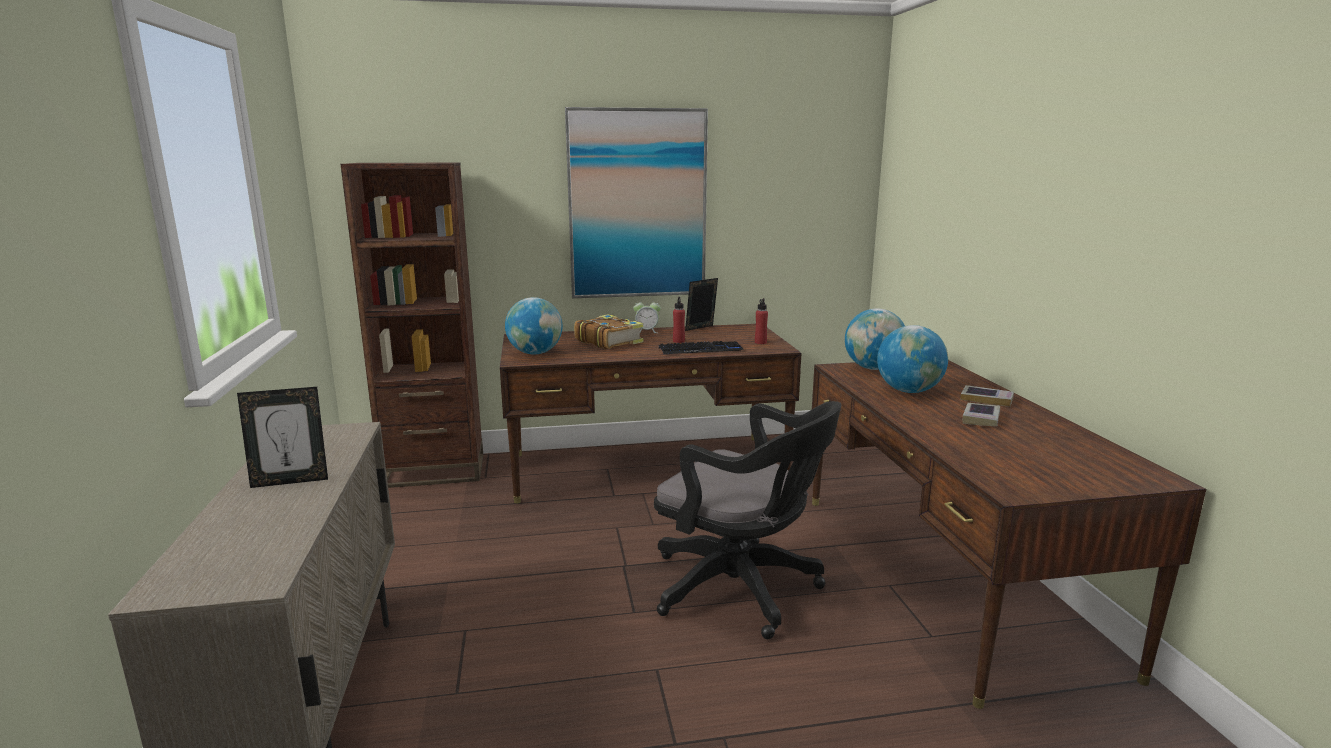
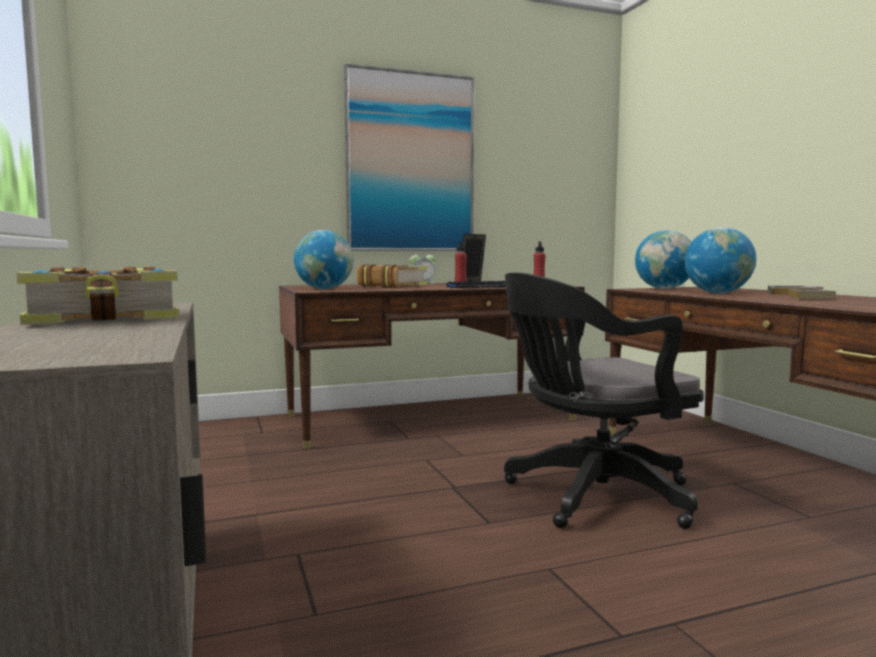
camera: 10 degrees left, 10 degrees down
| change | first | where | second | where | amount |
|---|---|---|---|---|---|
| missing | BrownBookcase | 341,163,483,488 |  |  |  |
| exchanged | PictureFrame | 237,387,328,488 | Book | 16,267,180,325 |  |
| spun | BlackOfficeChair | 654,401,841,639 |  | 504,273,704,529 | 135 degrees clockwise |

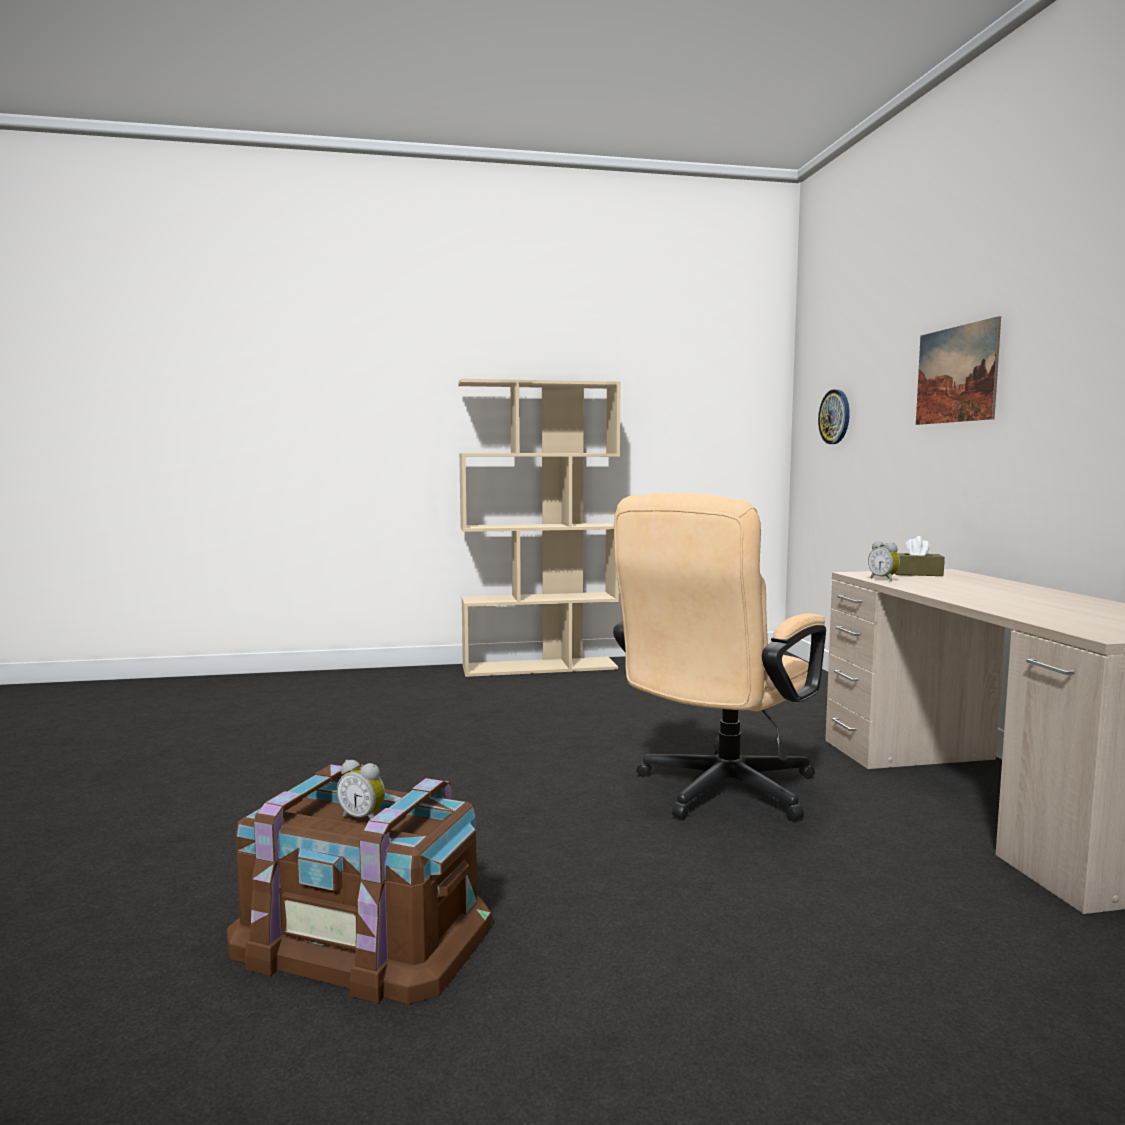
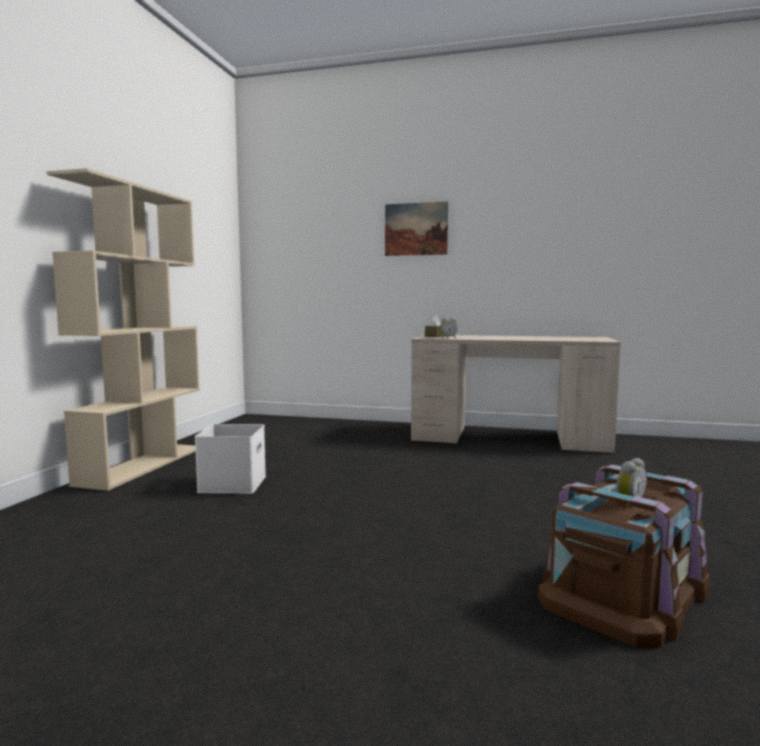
camera: 65 degrees left, 0 degrees up
| change | first | where | second | where | amount |
|---|---|---|---|---|---|
| missing | BeigeOfficeChair | 613,493,826,821 |  |  |  |
| missing | WallClock | 818,389,850,444 |  |  |  |
| appeared |  |  | WhiteStorageBox | 195,424,266,494 |  |

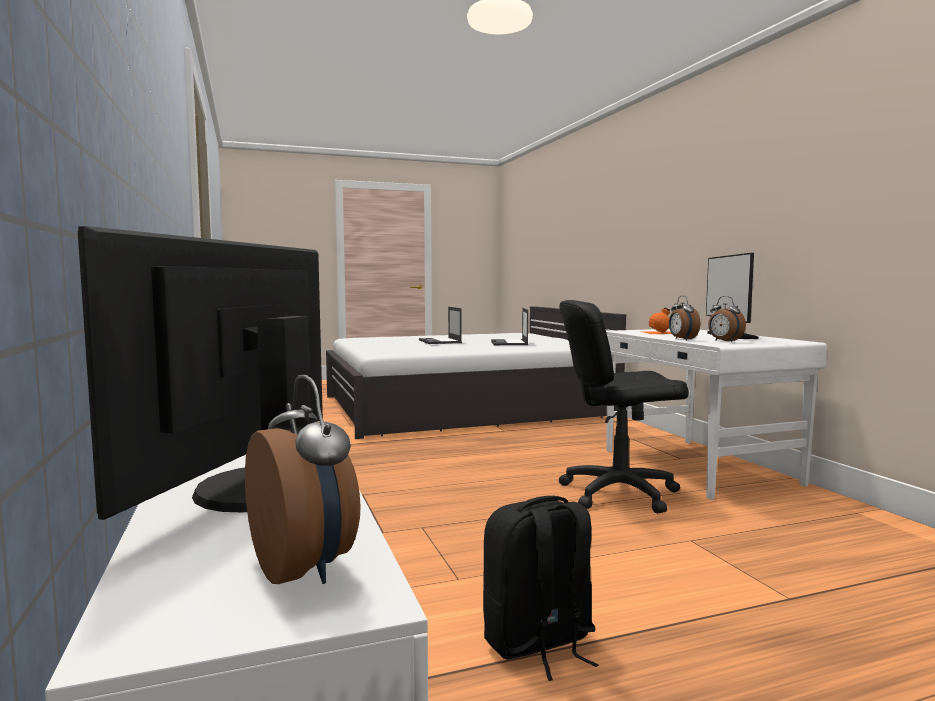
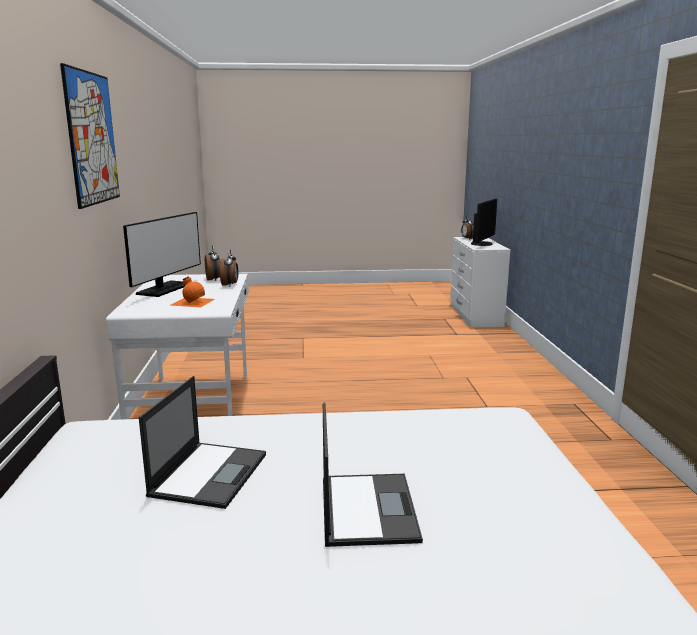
camera: 165 degrees left, 10 degrees up
| change | first | where | second | where | amount |
|---|---|---|---|---|---|
| missing | BlackBackpack | 483,496,599,681 |  |  |  |
| missing | BlackOfficeChair | 559,300,689,513 |  |  |  |
| appeared |  |  | Picture | 60,63,120,209 |  |

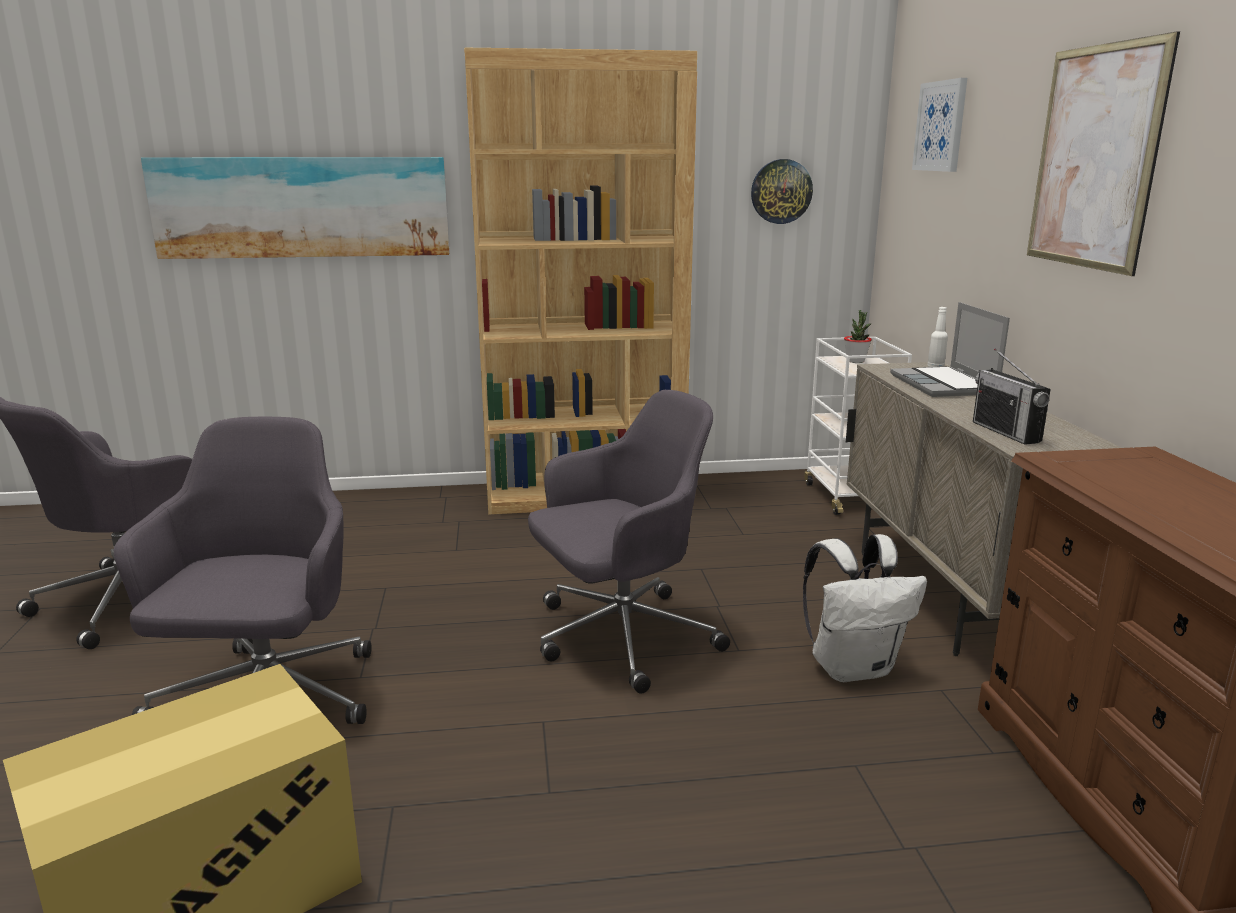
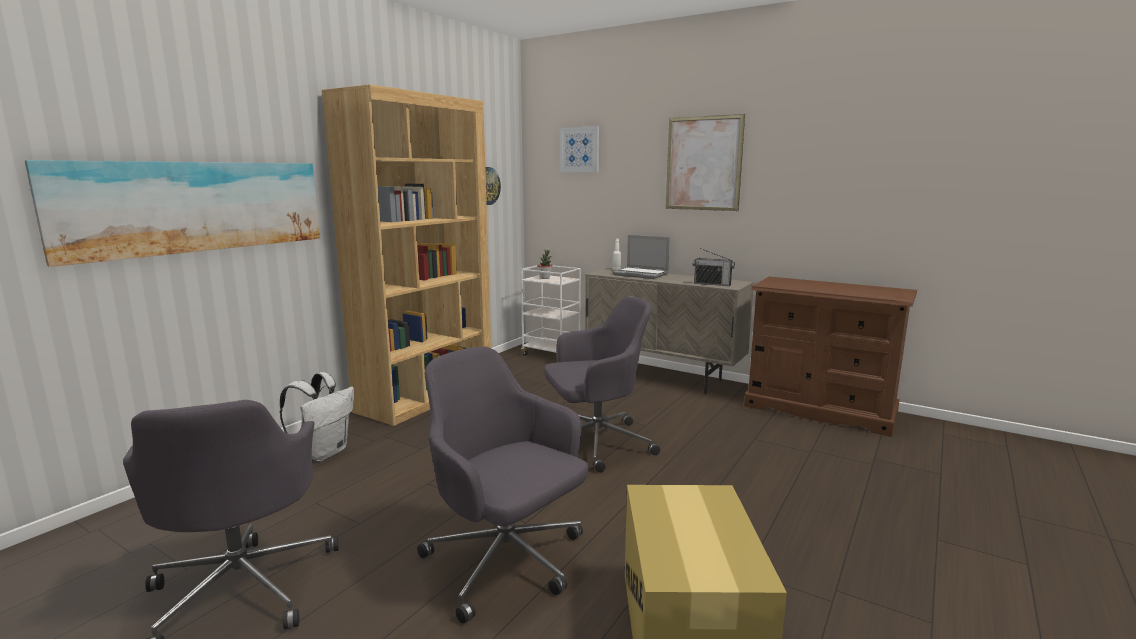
camera: 50 degrees left, 5 degrees down
| change | first | where | second | where | amount |
|---|---|---|---|---|---|
| relocated | WhiteBackpack | 803,534,927,682 |  | 279,372,354,461 |  |
| spun | GreyOfficeChair | 528,390,730,694 |  | 544,296,660,472 | 60 degrees clockwise |

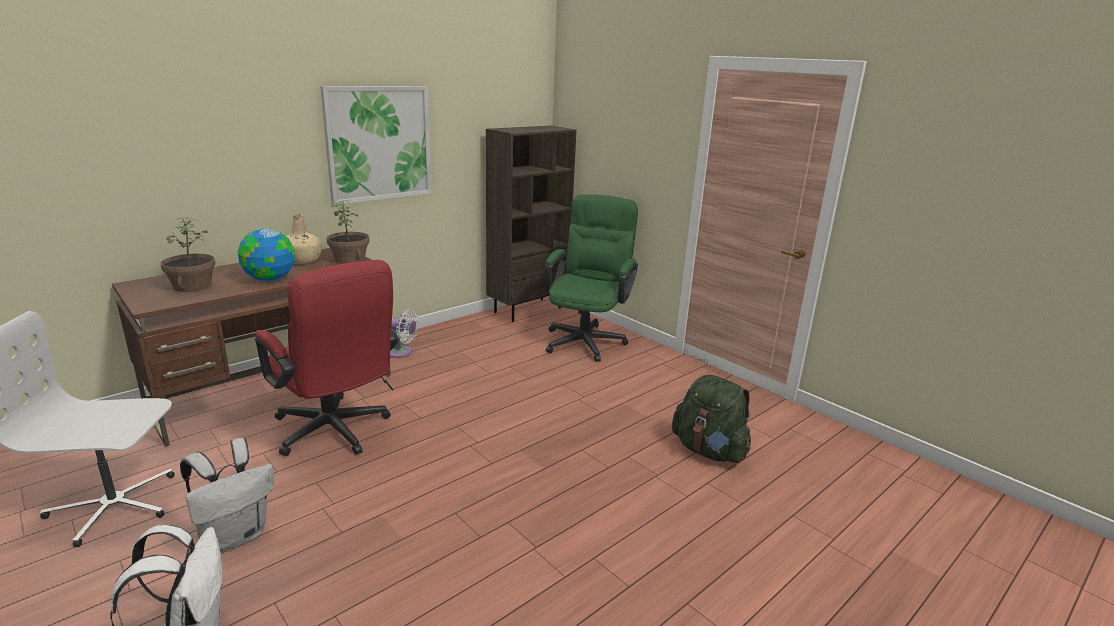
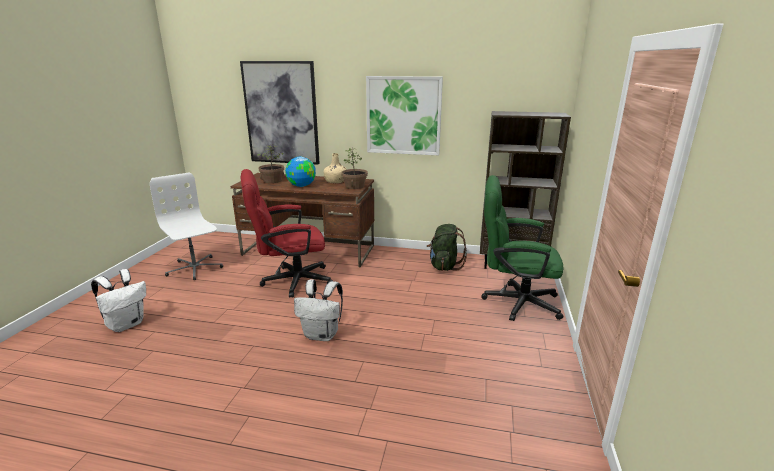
camera: 55 degrees right, 0 degrees up
| change | first | where | second | where | amount |
|---|---|---|---|---|---|
| missing | WhiteFan | 390,309,419,358 |  |  |  |
| appeared |  |  | Picture | 240,61,320,165 |  |
| relocated | WhiteBackpack | 180,438,274,553 |  | 294,279,343,341 |  |
| relocated | GreenBackpack | 672,375,751,463 |  | 427,224,467,271 |  |
| spun | RedOfficeChair | 255,260,398,456 |  | 241,169,333,297 | 60 degrees clockwise |
| spun | GreenOfficeChair | 545,194,638,362 |  | 481,175,563,321 | 150 degrees counterclockwise |

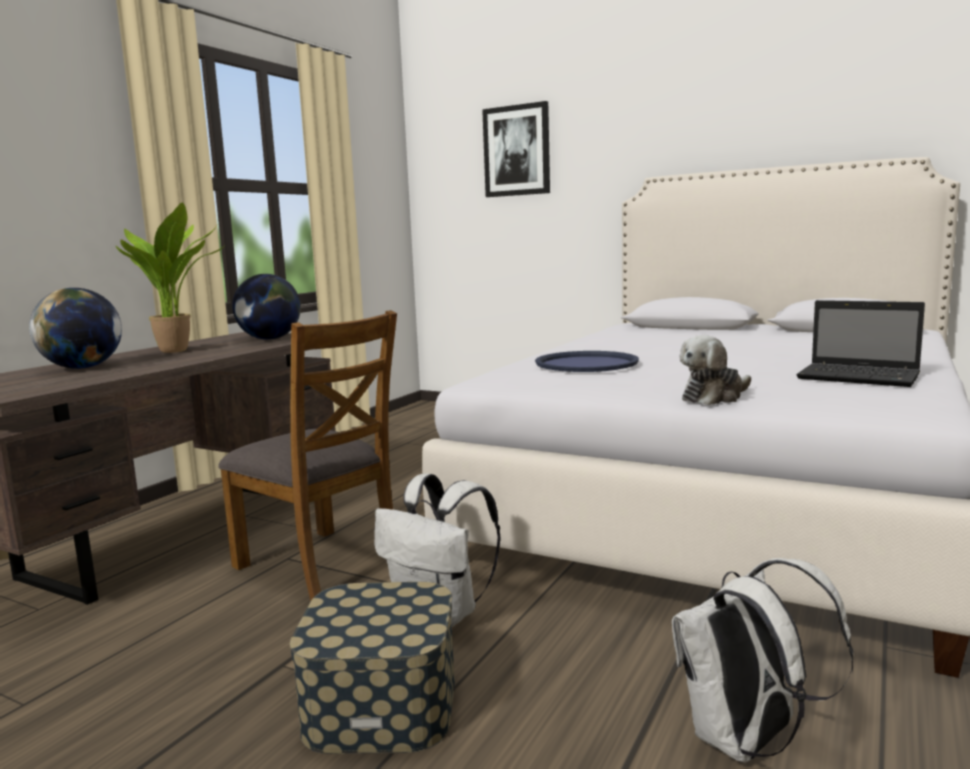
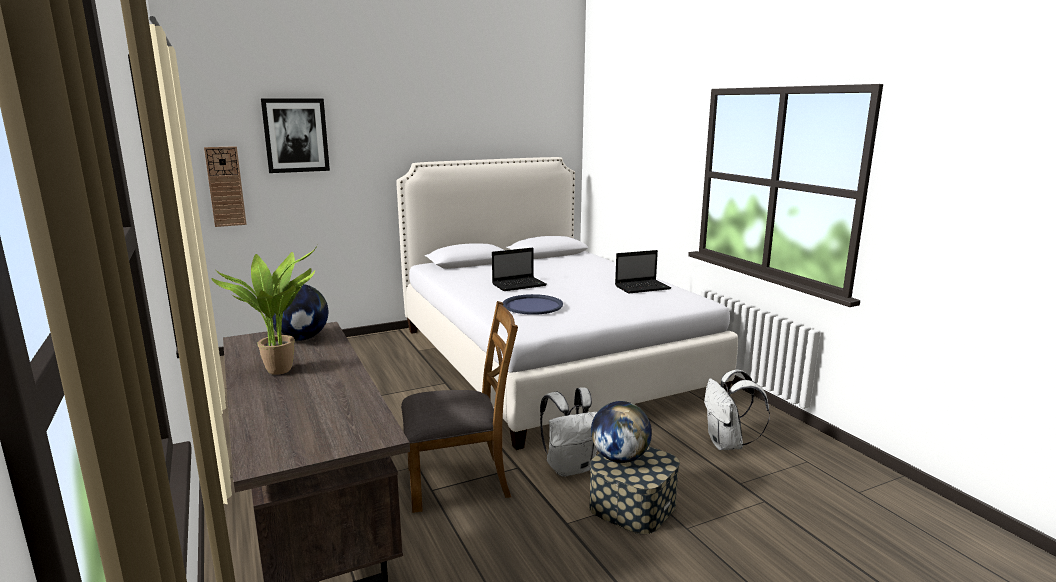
camera: 55 degrees left, 5 degrees up
| change | first | where | second | where | amount |
|---|---|---|---|---|---|
| missing | PlushToy | 679,335,751,405 |  |  |  |
| appeared |  |  | WallClock | 204,146,247,227 |  |
| appeared |  |  | Laptop | 492,247,547,291 |  |
| relocated | Globe | 29,288,122,369 |  | 591,401,652,463 |  |

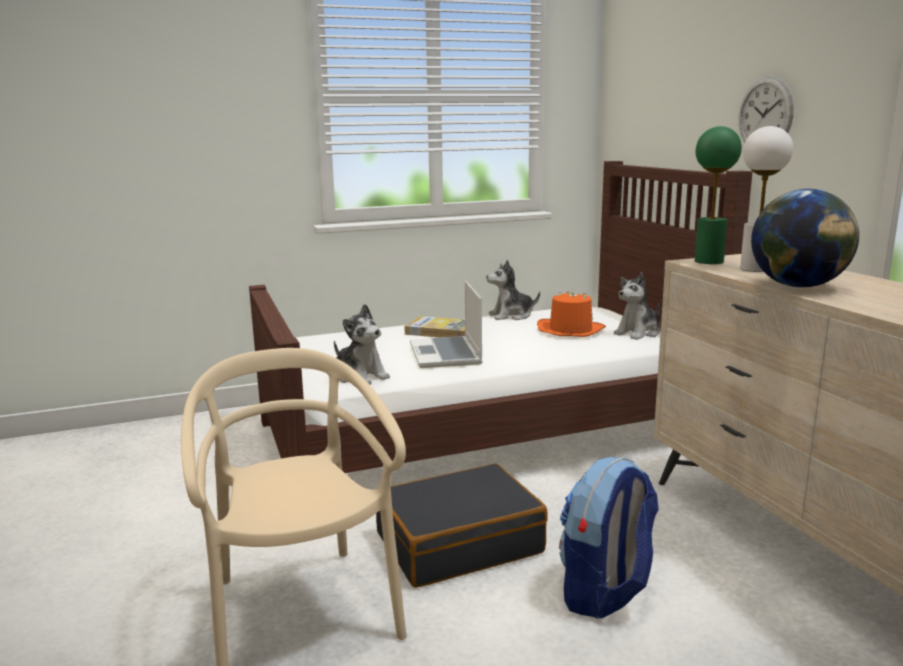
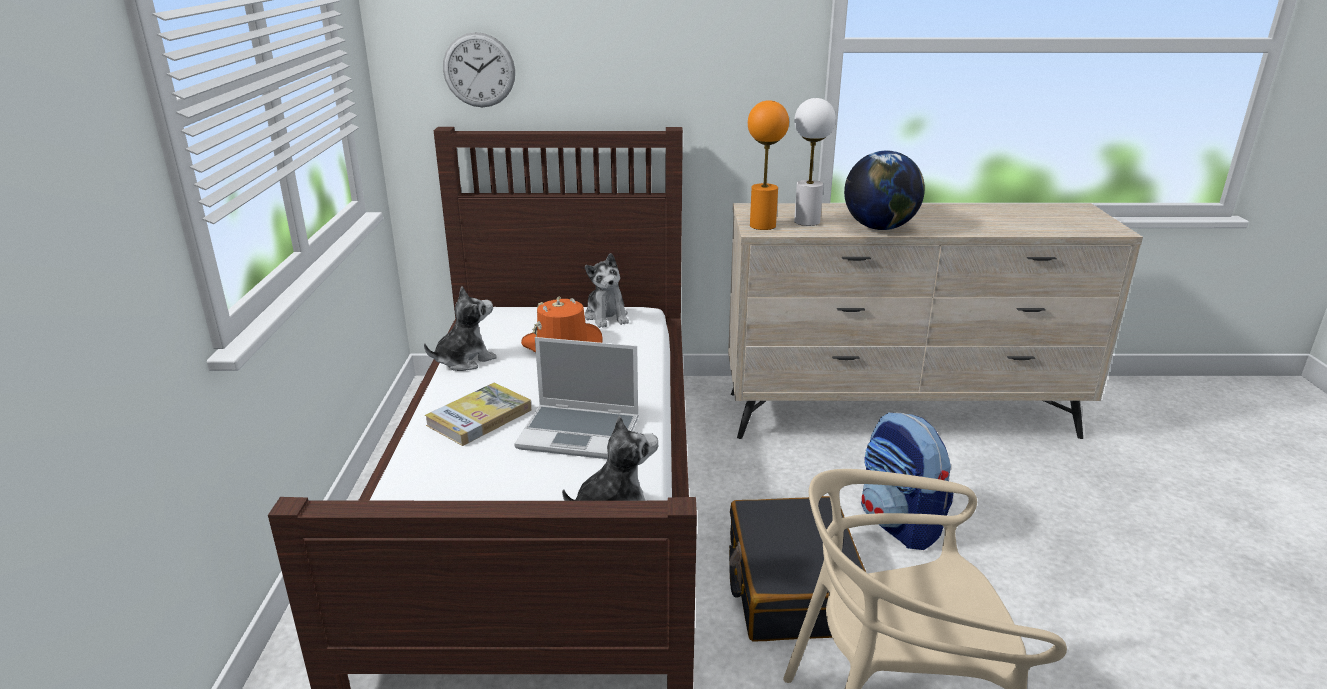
camera: 70 degrees left, 10 degrees up
| change | first | where | second | where | amount |
|---|---|---|---|---|---|
| relocated | WallClock | 739,77,794,143 |  | 443,32,515,107 |  |
| colour | GreenTableLamp | 695,126,742,264 | OrangeTableLamp | 748,100,789,230 |  |
| spun | PlushToy | 486,260,540,320 |  | 424,286,497,371 | 135 degrees counterclockwise |

